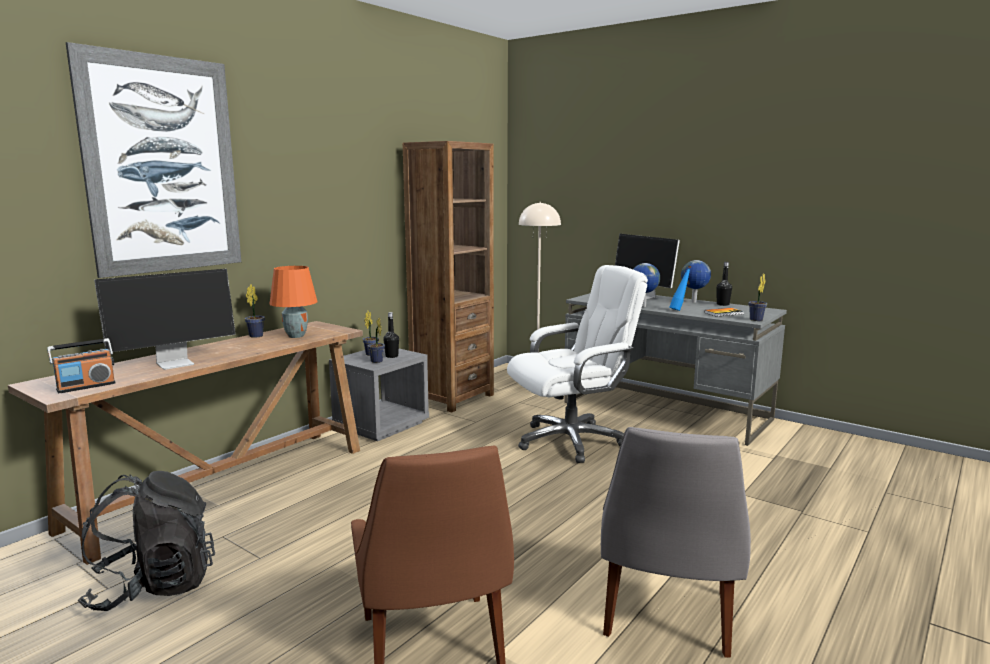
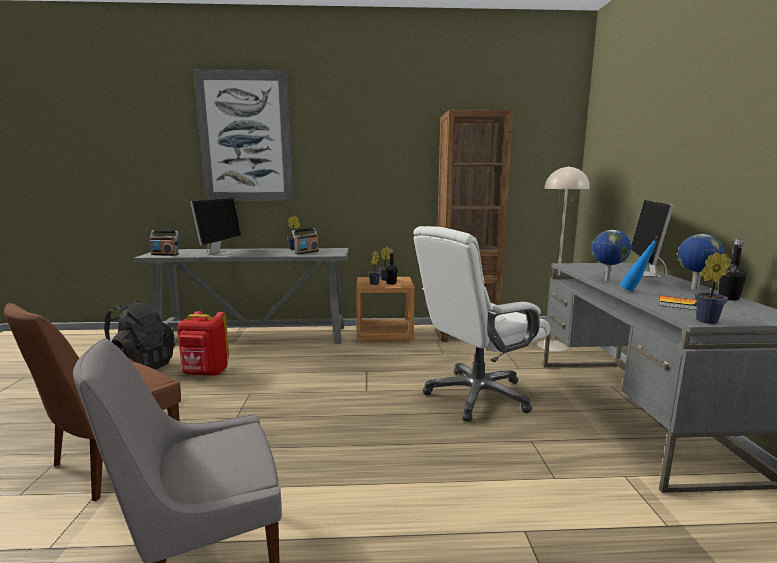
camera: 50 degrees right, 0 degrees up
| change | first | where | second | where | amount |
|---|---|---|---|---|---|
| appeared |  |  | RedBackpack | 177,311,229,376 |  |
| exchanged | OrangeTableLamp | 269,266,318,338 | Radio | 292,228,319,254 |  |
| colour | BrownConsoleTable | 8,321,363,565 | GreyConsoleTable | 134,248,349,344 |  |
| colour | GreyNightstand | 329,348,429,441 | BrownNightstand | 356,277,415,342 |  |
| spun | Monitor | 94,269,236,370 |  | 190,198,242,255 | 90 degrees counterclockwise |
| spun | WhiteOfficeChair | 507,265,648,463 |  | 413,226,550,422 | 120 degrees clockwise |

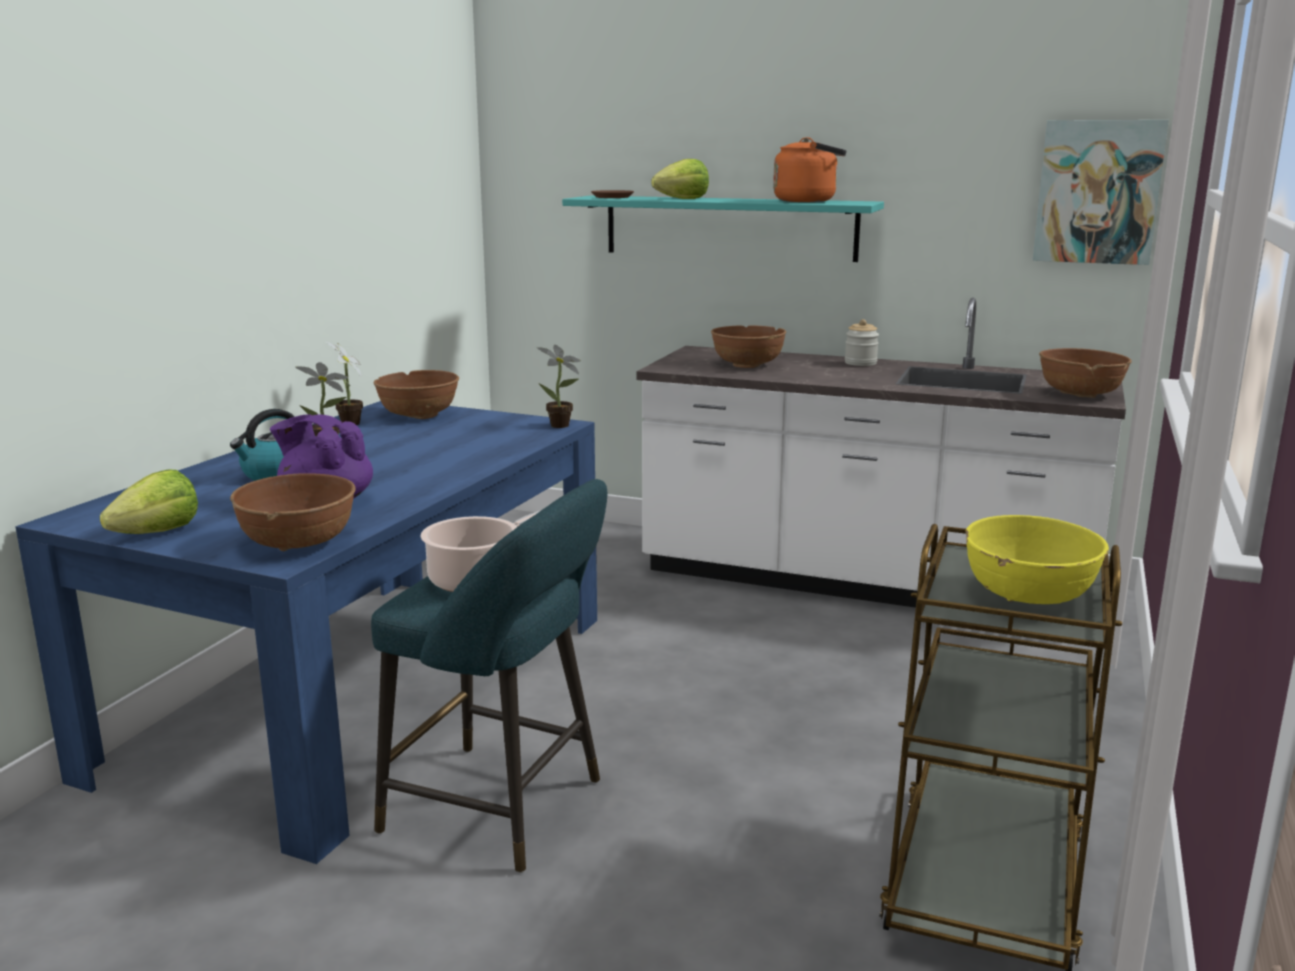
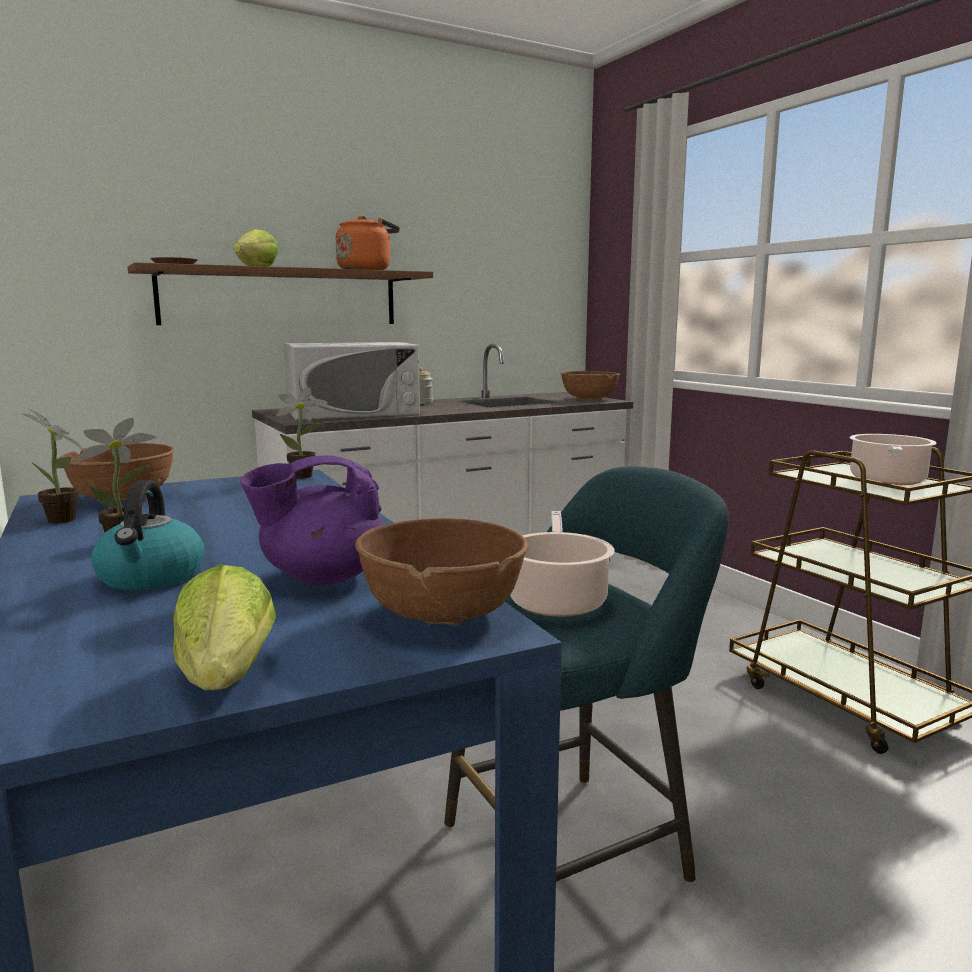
camera: 50 degrees left, 5 degrees down
| change | first | where | second | where | amount |
|---|---|---|---|---|---|
| missing | Picture | 1033,120,1169,265 |  |  |  |
| exchanged | BrownBowl | 711,325,786,368 | WhiteMicrowave | 284,342,420,420 |  |
| exchanged | YellowBowl | 965,515,1109,604 | CookingPot | 849,434,937,485 |  |
| colour | TurquoiseShelf | 562,196,884,262 | BrownShelf | 128,262,433,325 |  |

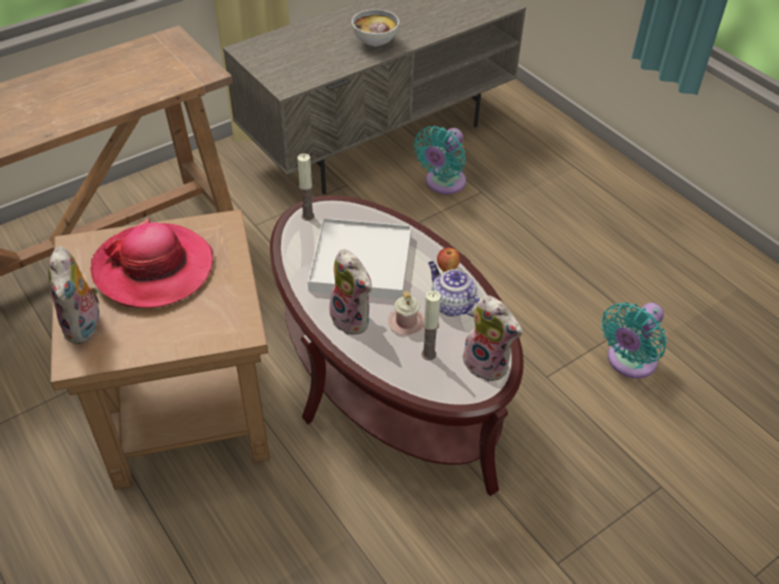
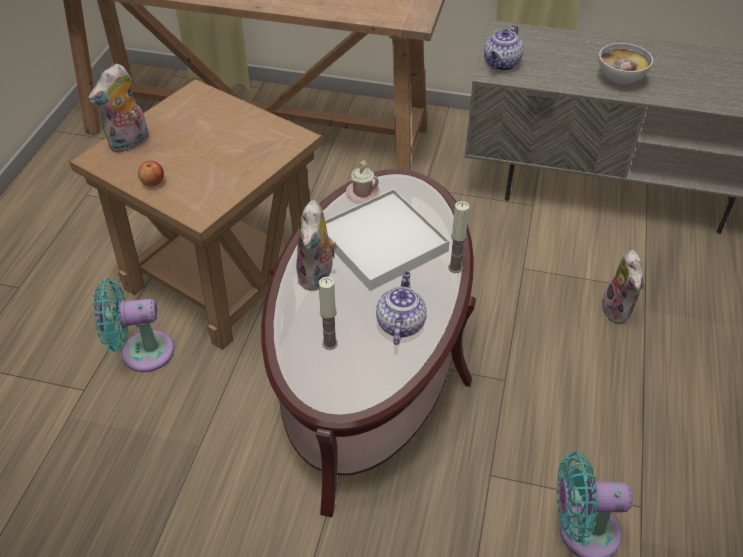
camera: 50 degrees right, 0 degrees up
| change | first | where | second | where | amount |
|---|---|---|---|---|---|
| missing | Hat | 90,219,213,308 |  |  |  |
| appeared |  |  | Teapot | 484,25,523,71 |  |
| relocated | Candle | 298,154,314,221 |  | 448,201,469,273 |  |
| relocated | PinkMug | 388,291,424,335 |  | 346,160,380,202 |  |
| relocated | TurquoiseFan | 414,126,466,194 |  | 94,279,174,372 |  |
| relocated | Apple | 437,248,460,272 |  | 138,161,164,187 |  |
| relocated | PlushToy | 462,295,523,382 |  | 601,250,645,324 |  |

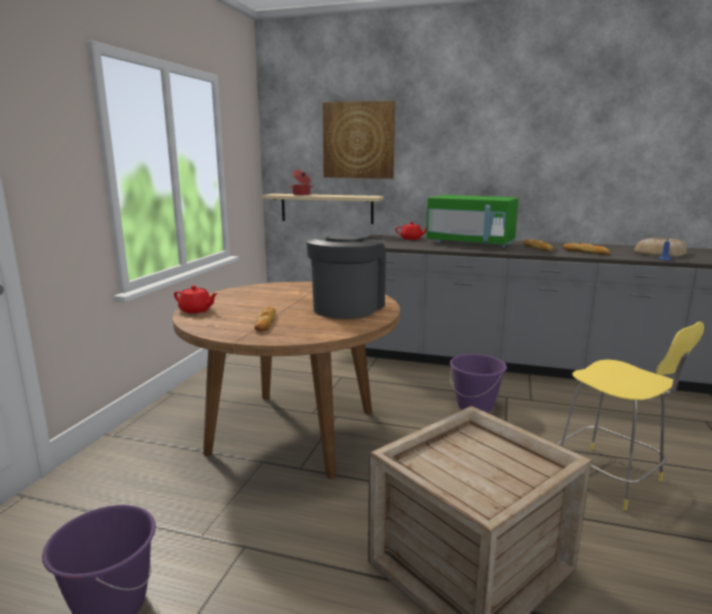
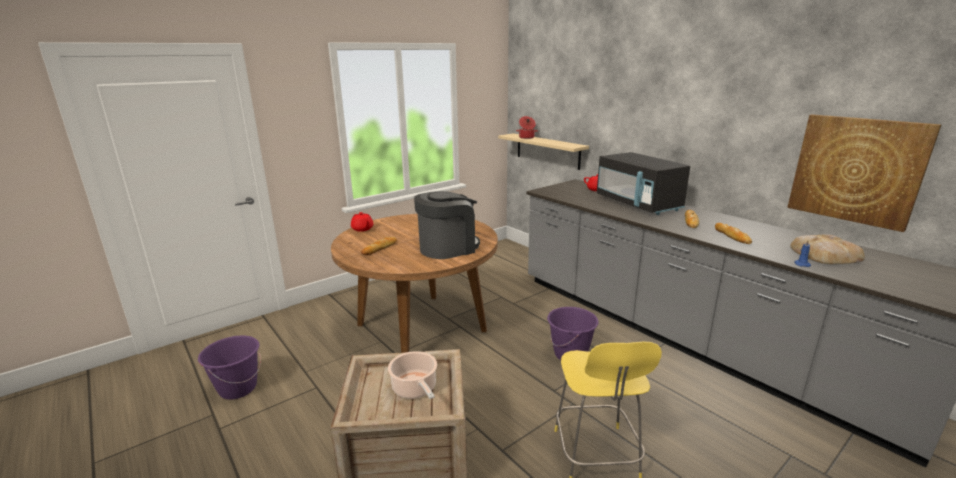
camera: 35 degrees right, 5 degrees up
| change | first | where | second | where | amount |
|---|---|---|---|---|---|
| appeared |  |  | CookingPot | 388,351,437,399 |  |
| relocated | Picture | 323,101,395,179 |  | 787,114,941,232 |  |
| colour | GreenMicrowave | 426,195,519,248 | BlackMicrowave | 597,152,690,215 |  |

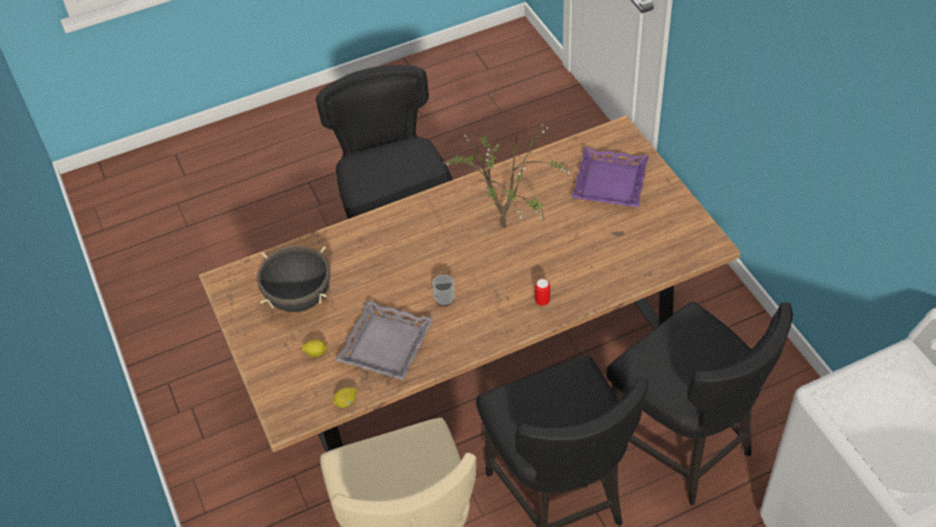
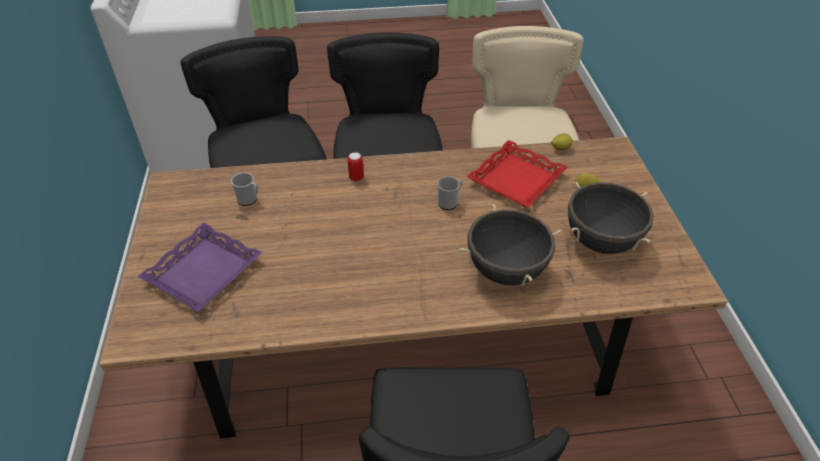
camera: 165 degrees left, 5 degrees down
| change | first | where | second | where | amount |
|---|---|---|---|---|---|
| missing | PottedPlant | 438,118,570,228 |  |  |  |
| appeared |  |  | Mug | 231,173,259,206 |  |
| appeared |  |  | BlackCookingPot | 459,204,562,286 |  |
| colour | GreyTray | 335,300,434,381 | RedTray | 466,140,568,207 |  |

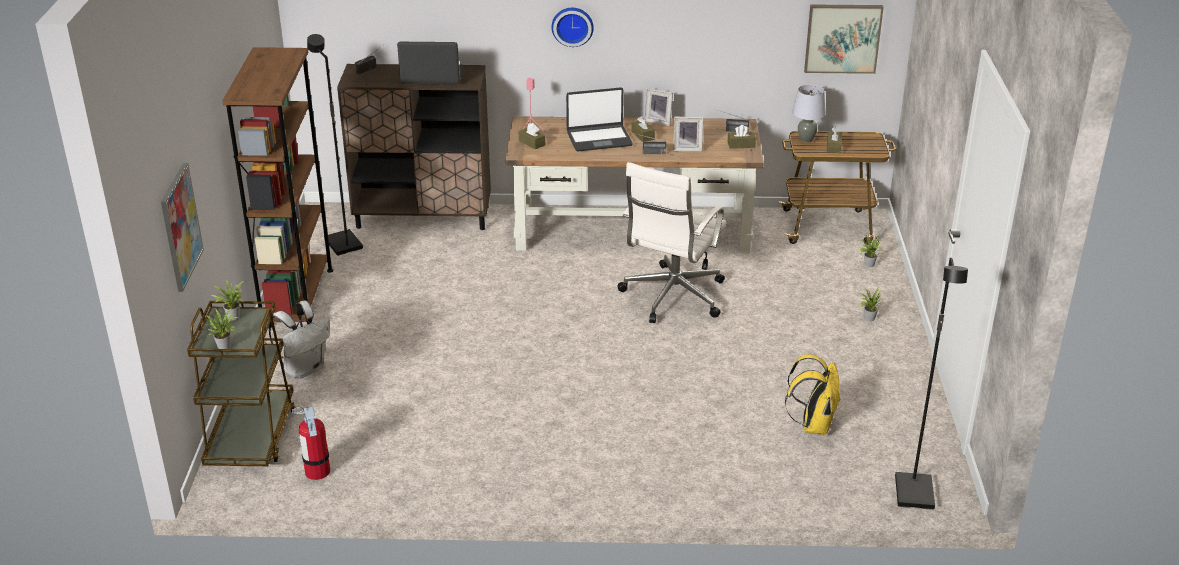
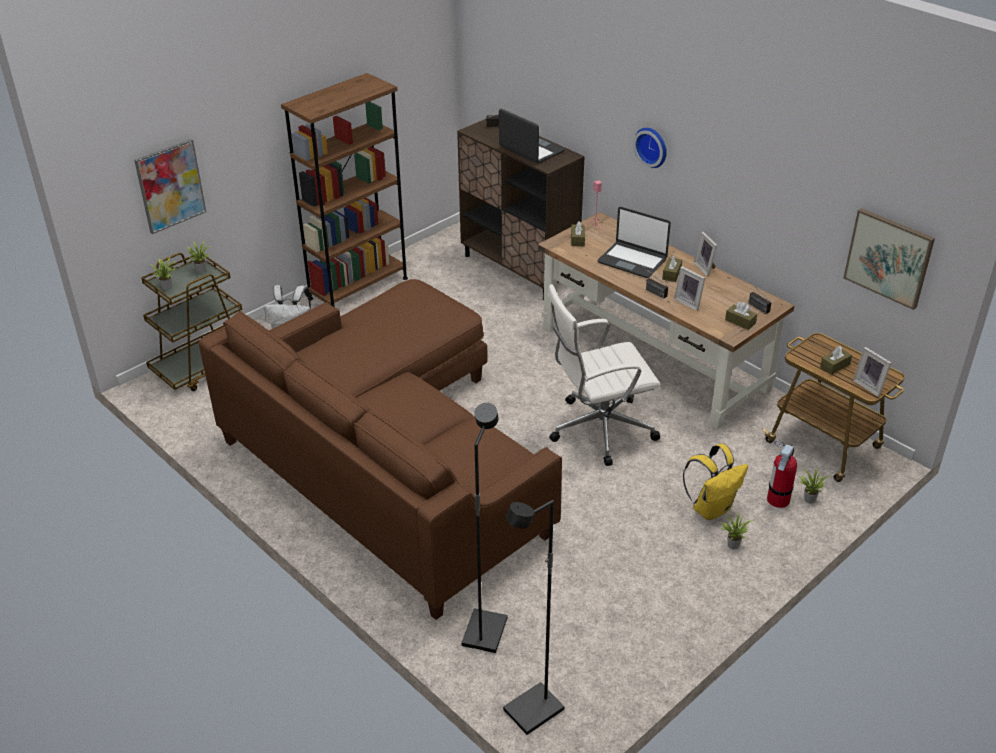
camera: 45 degrees right, 5 degrees up
| change | first | where | second | where | amount |
|---|---|---|---|---|---|
| missing | GreyTableLamp | 792,84,826,143 |  |  |  |
| appeared |  |  | BrownSofa | 199,279,562,620 |  |
| appeared |  |  | PictureFrame | 853,347,891,397 |  |
| relocated | FireExtinguisher | 292,407,330,480 |  | 767,440,797,508 |  |
| relocated | BlackFloorLamp | 307,34,363,256 |  | 461,403,507,653 |  |
| relocated | YellowBackpack | 785,354,840,435 |  | 683,444,748,520 |  |

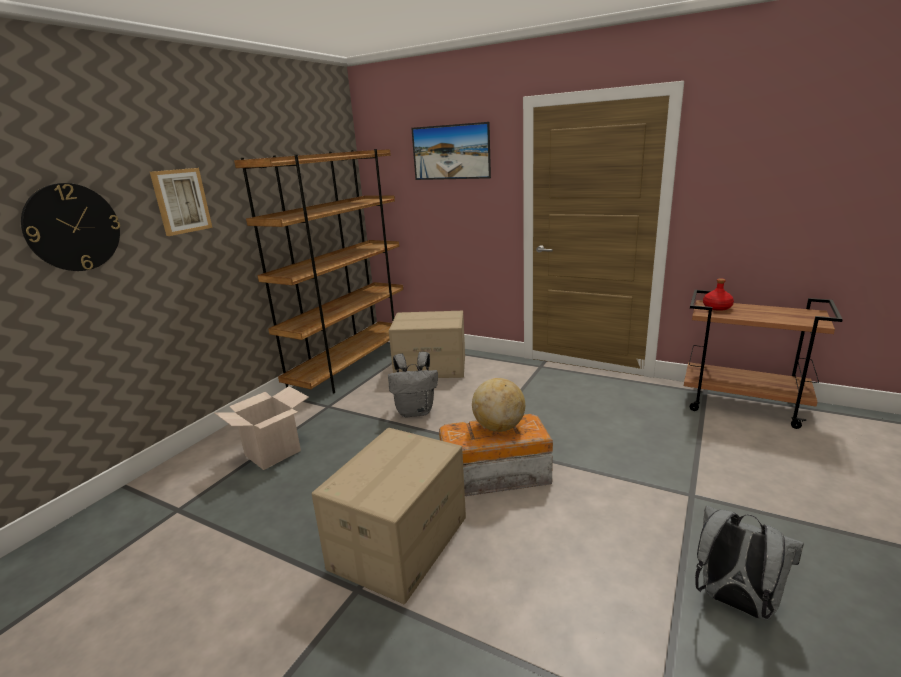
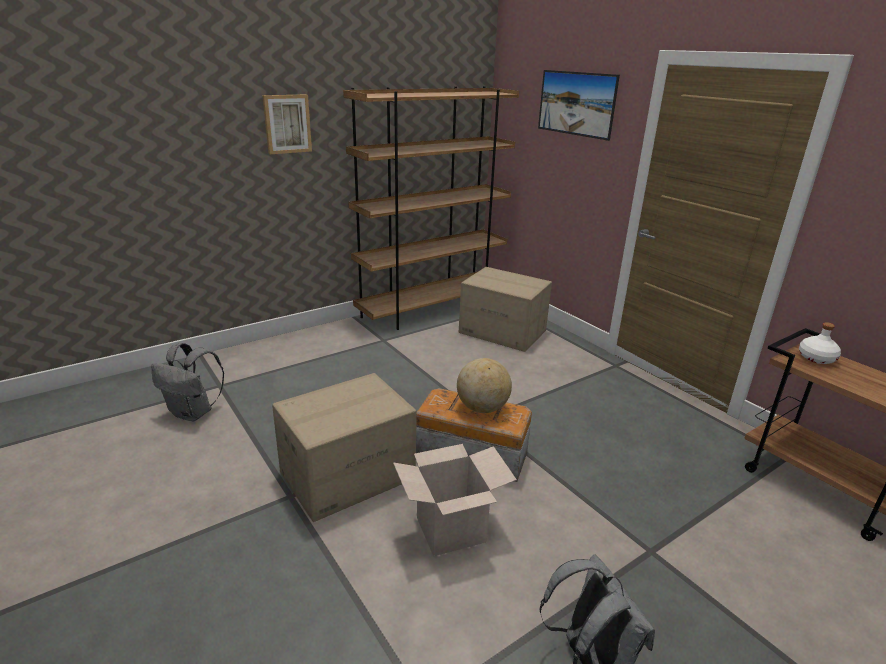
camera: 25 degrees right, 5 degrees up
| change | first | where | second | where | amount |
|---|---|---|---|---|---|
| missing | WallClock | 21,183,120,271 |  |  |  |
| relocated | CardboardBox | 214,386,309,470 |  | 393,444,517,556 |  |
| relocated | GreyBackpack | 388,352,438,417 |  | 151,343,224,421 |  |
| colour | RedBottle | 703,278,734,311 | WhiteBottle | 799,322,841,364 |  |

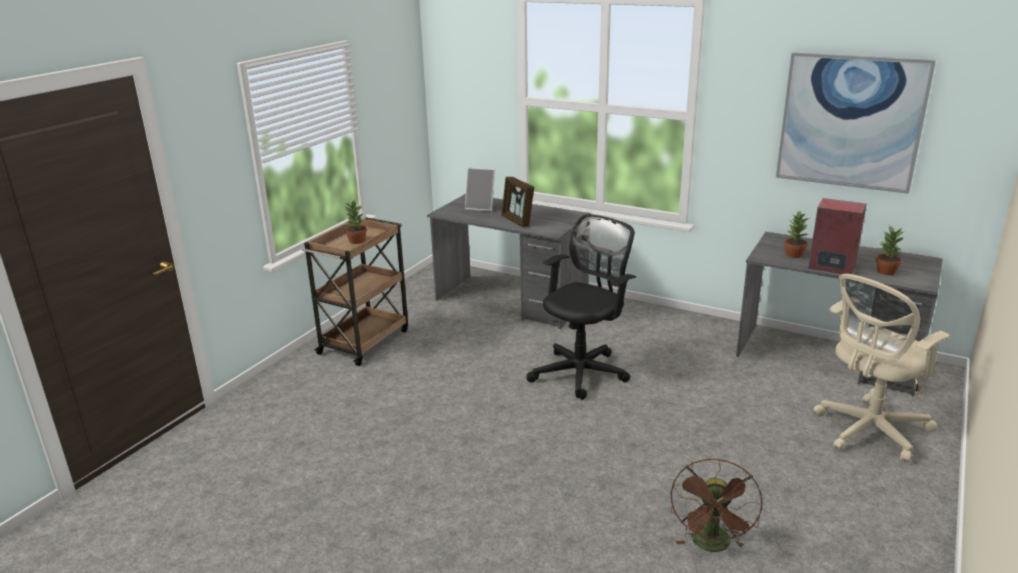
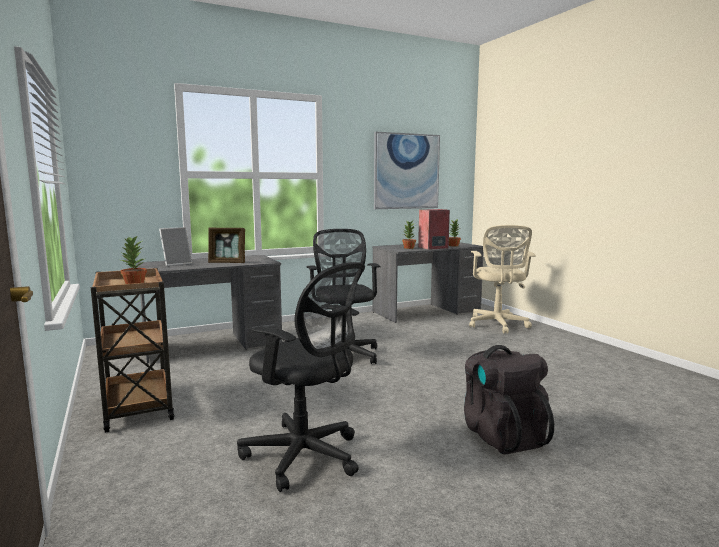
camera: 55 degrees left, 15 degrees down
| change | first | where | second | where | amount |
|---|---|---|---|---|---|
| missing | BrownFan | 671,459,763,552 |  |  |  |
| appeared |  |  | BlackOfficeChair | 237,262,365,492 |  |
| appeared |  |  | BlackBackpack | 464,345,554,454 |  |

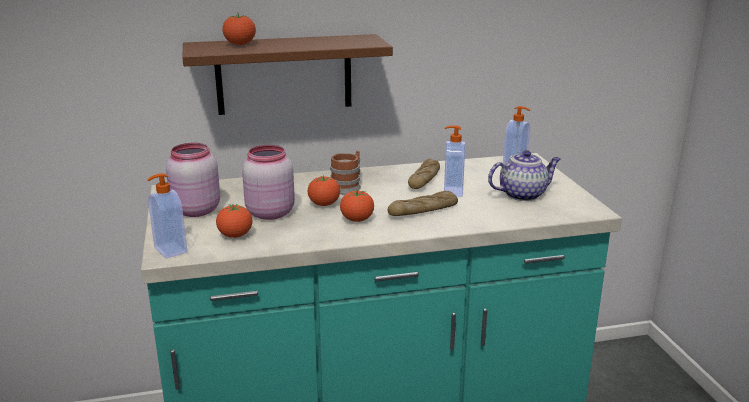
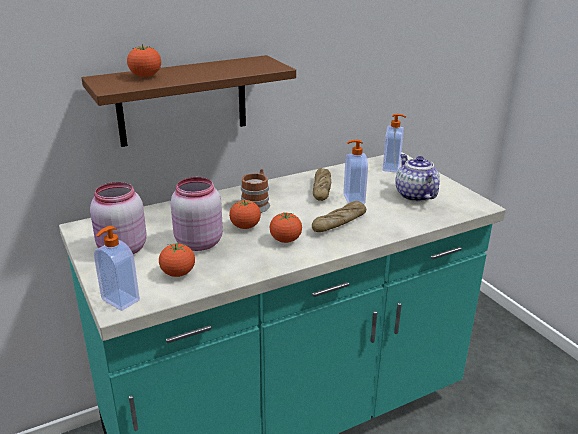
camera: 15 degrees left, 5 degrees up
| change | first | where | second | where | amount |
|---|---|---|---|---|---|
| spun | Teapot | 488,150,561,201 |  | 395,154,440,202 | 75 degrees counterclockwise |

